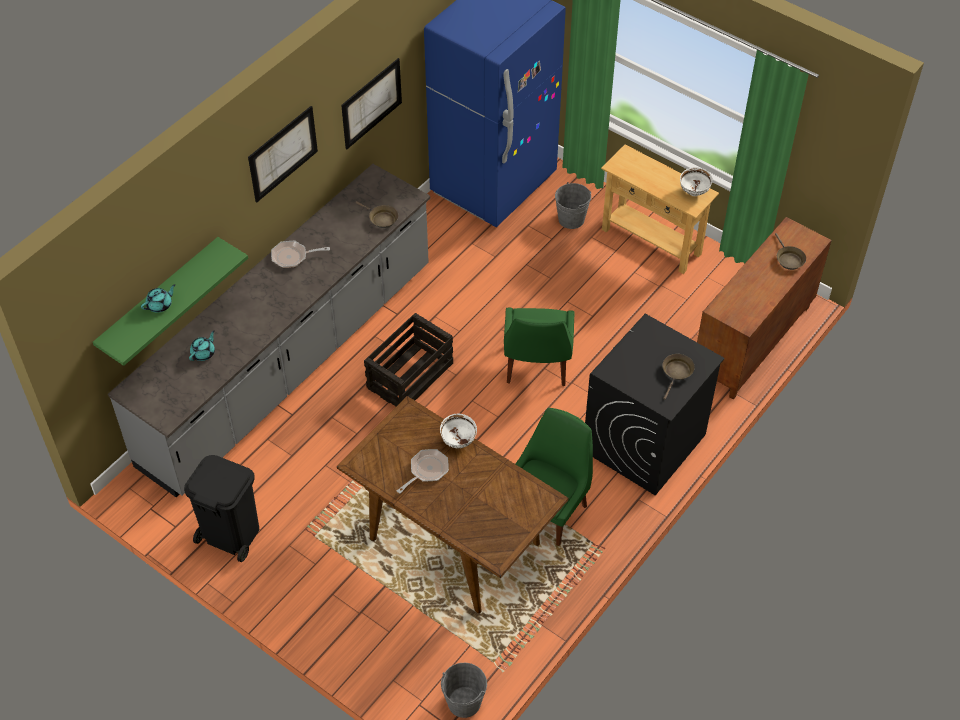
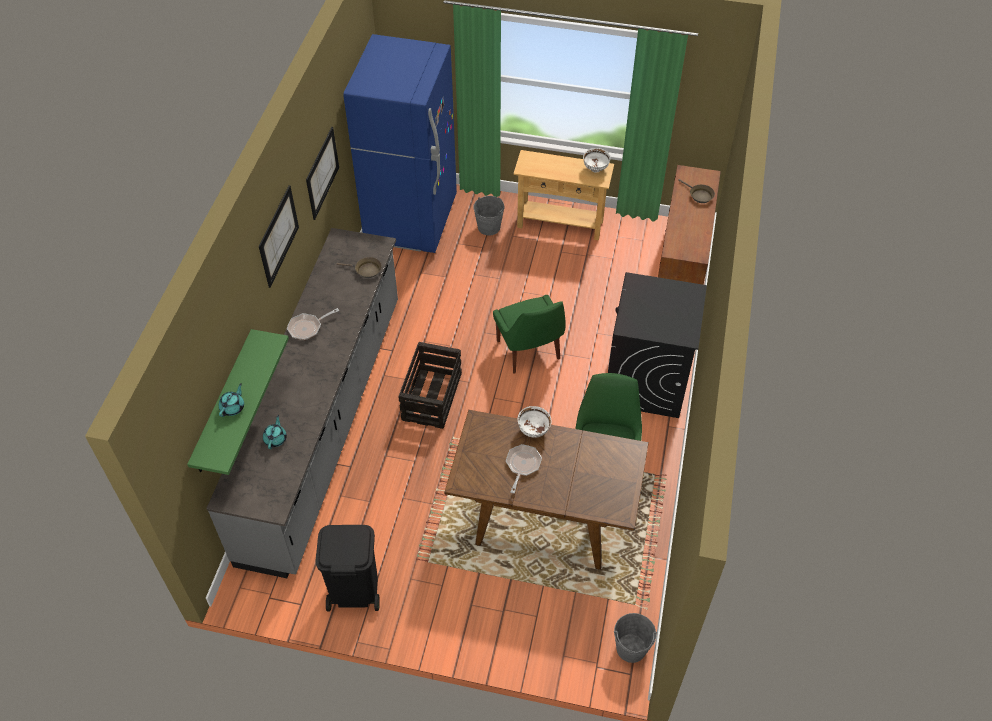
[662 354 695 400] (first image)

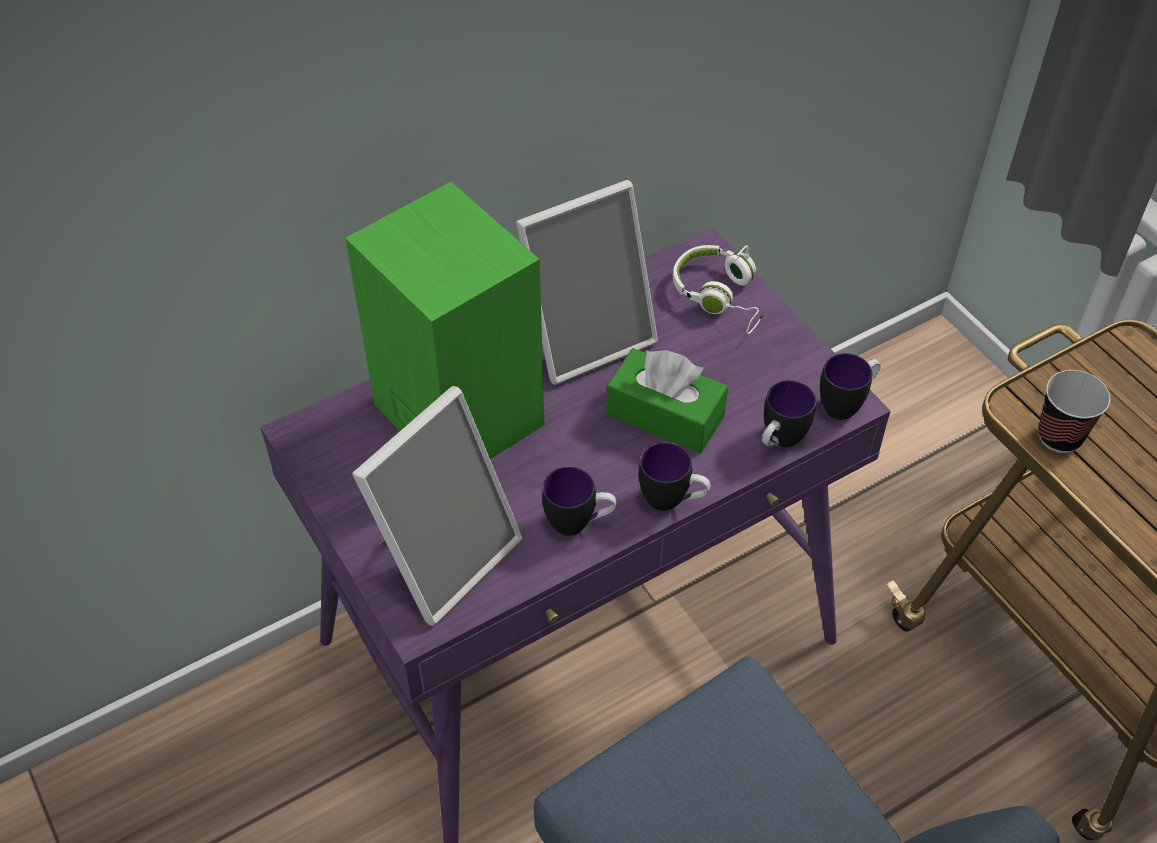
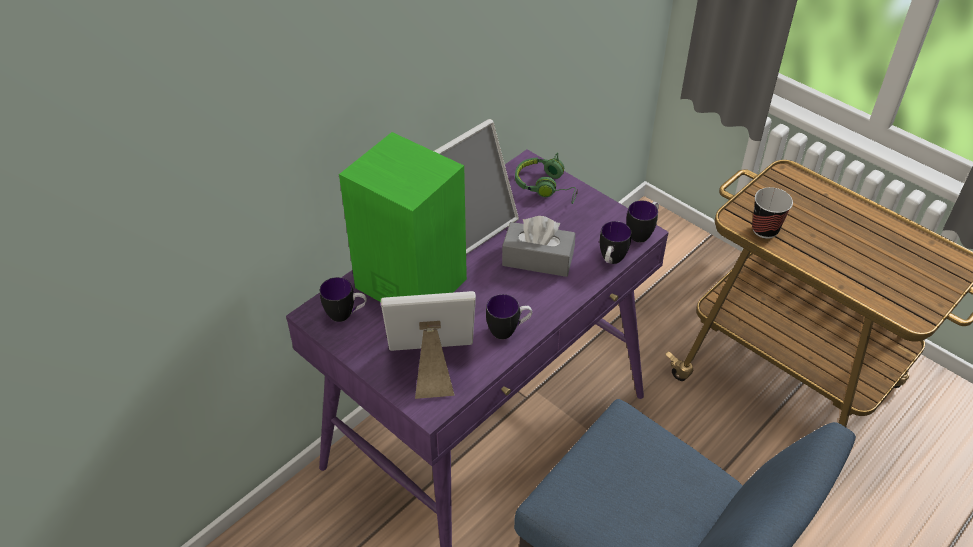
[320 277 367 322]
[502 216 575 277]
[515 152 578 204]
[381 291 476 399]

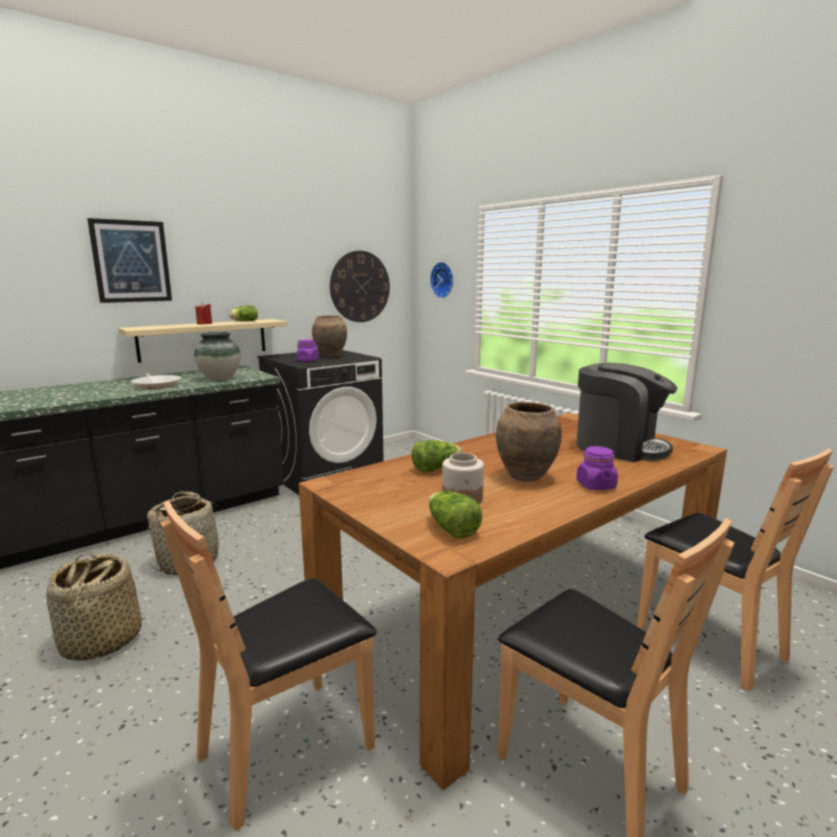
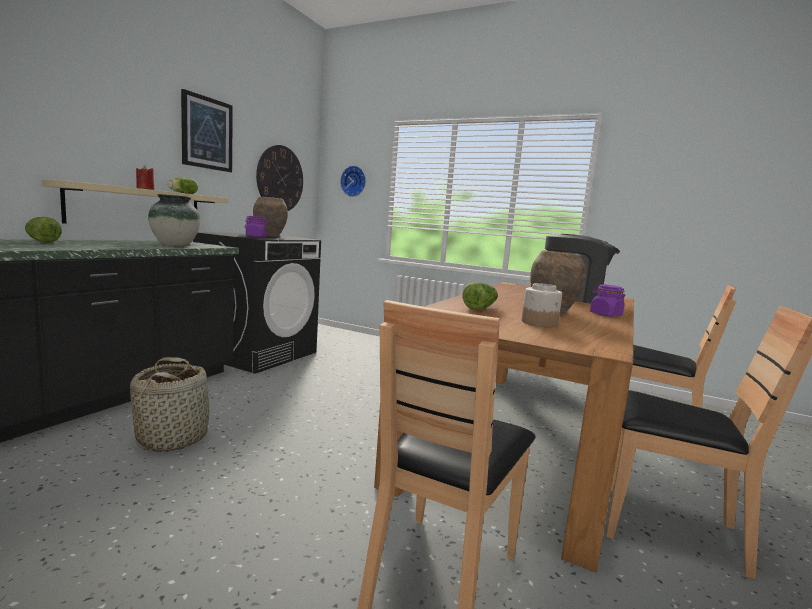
[46 552 142 661] (first image)
[131 373 181 389] (first image)
[181 89 233 172]
[25 217 62 243]

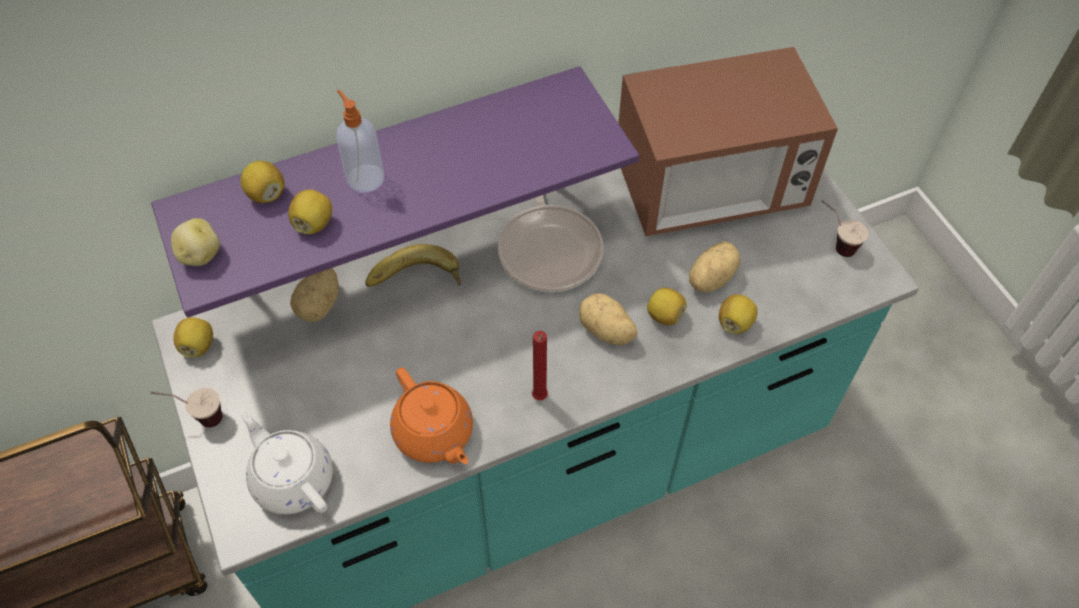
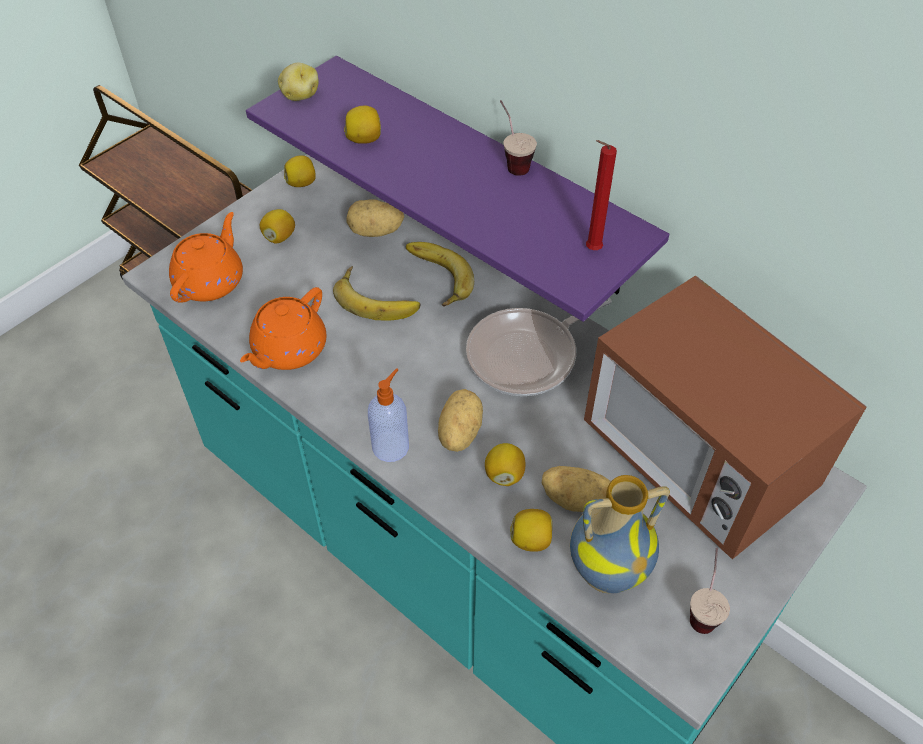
[333 266 421 320]
[570 475 670 594]
[500 100 537 176]
[260 209 295 243]
[368 368 409 462]
[586 140 617 250]
[169 212 243 303]

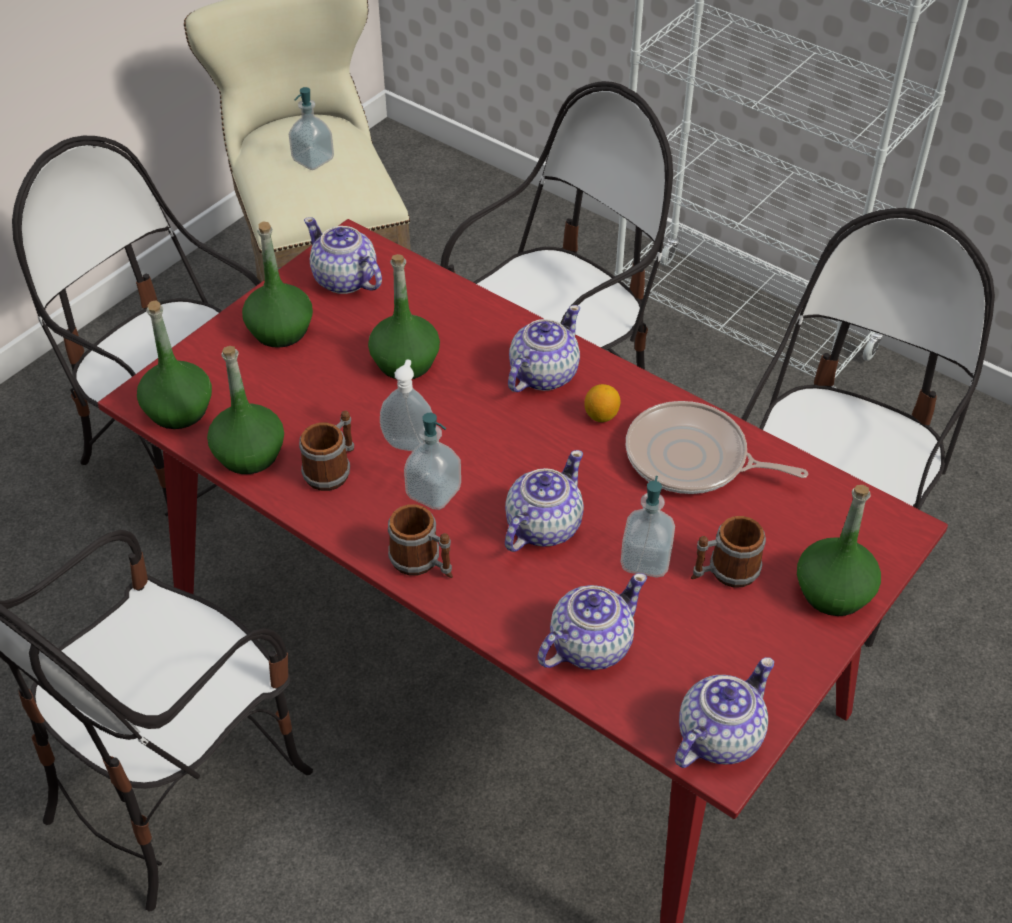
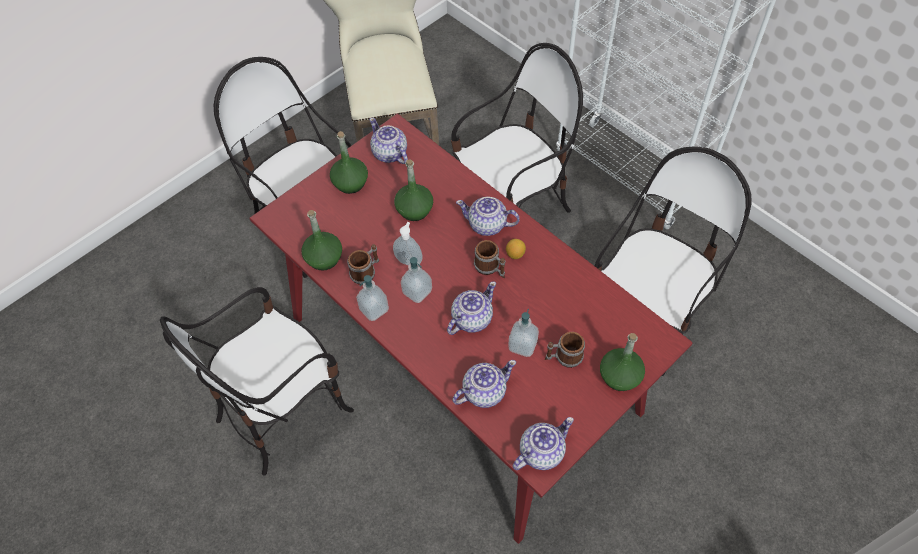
[137 301 212 429] (first image)
[626 401 808 494] (first image)
[356 275 389 321]
[474 240 505 278]
[456 197 520 236]

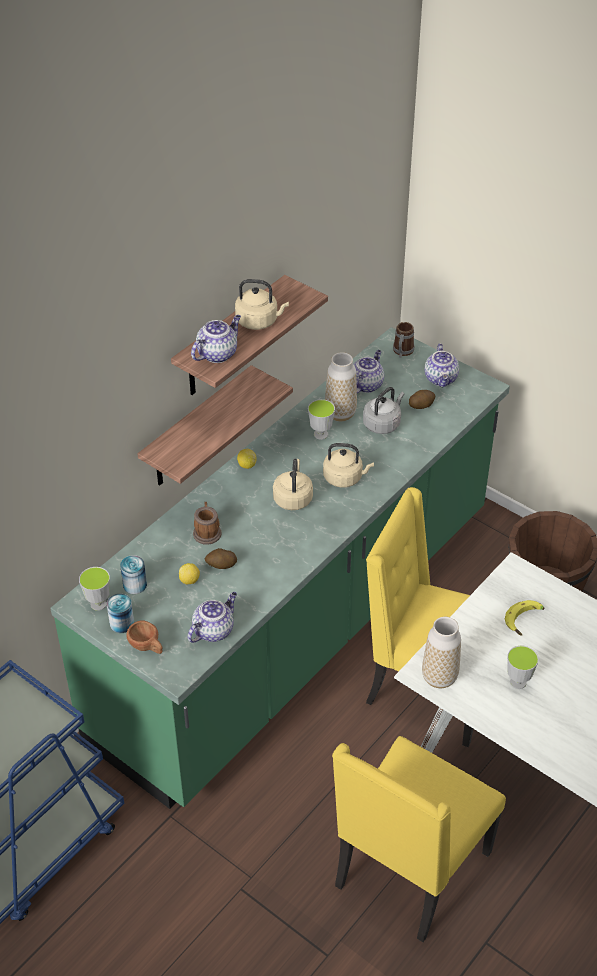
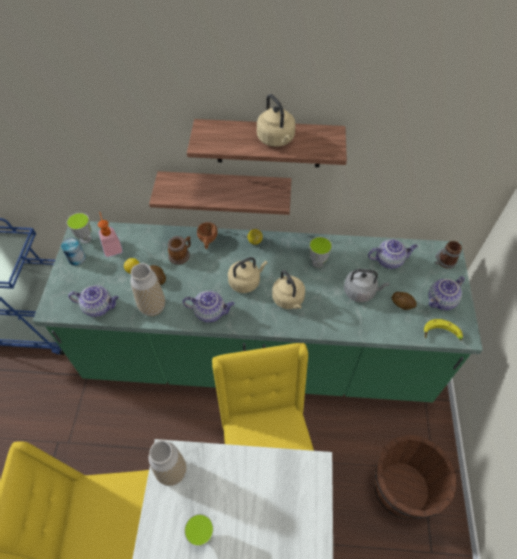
[197 222 218 249]
[183 291 235 322]
[130 263 165 316]
[424 319 463 340]
[98 212 123 257]

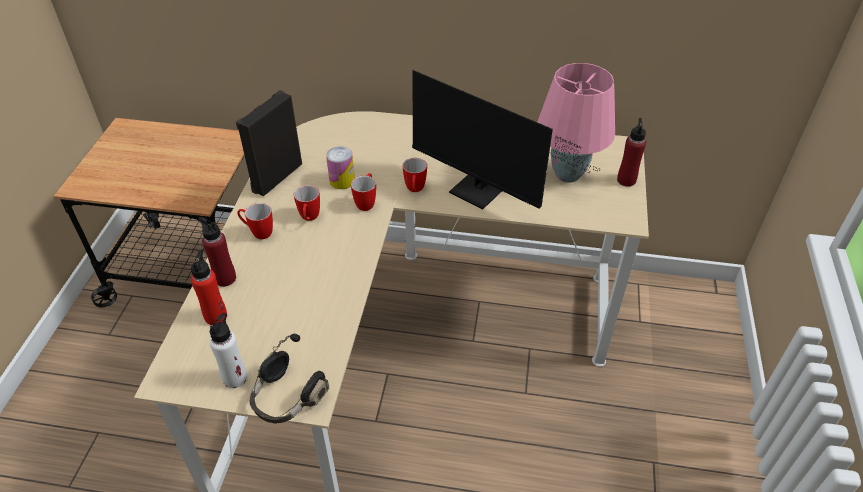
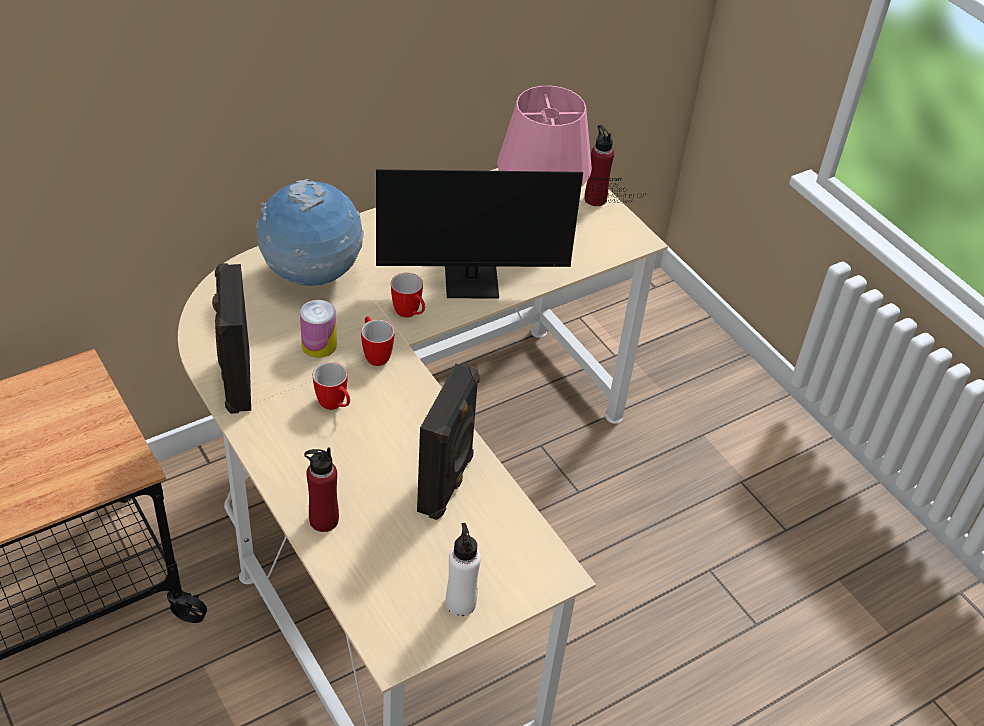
[191 251 227 325] (first image)
[237 203 273 239] (first image)
[250 334 329 424] (first image)
[256 179 364 286]
[417 364 480 520]

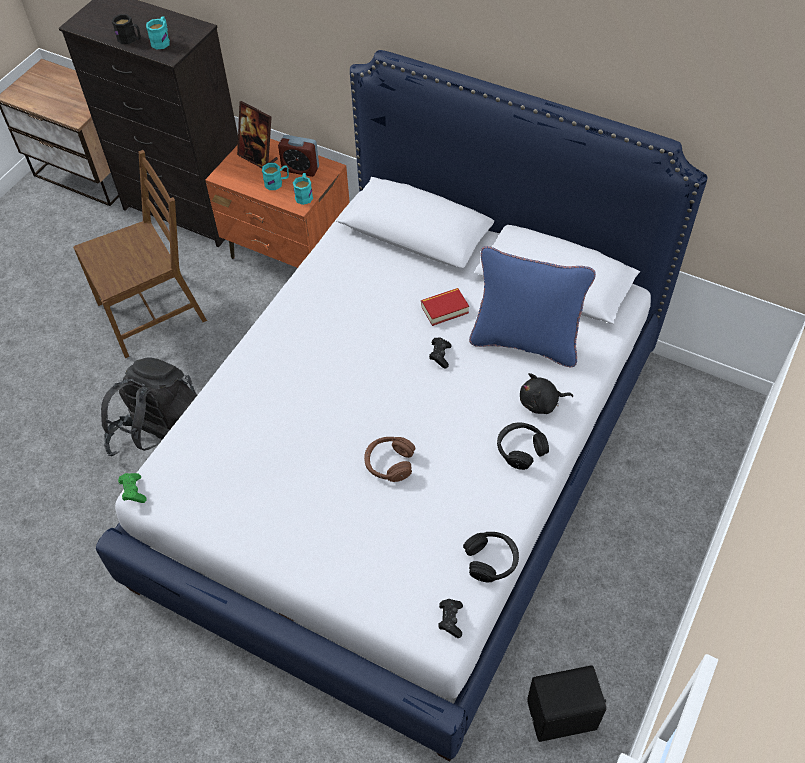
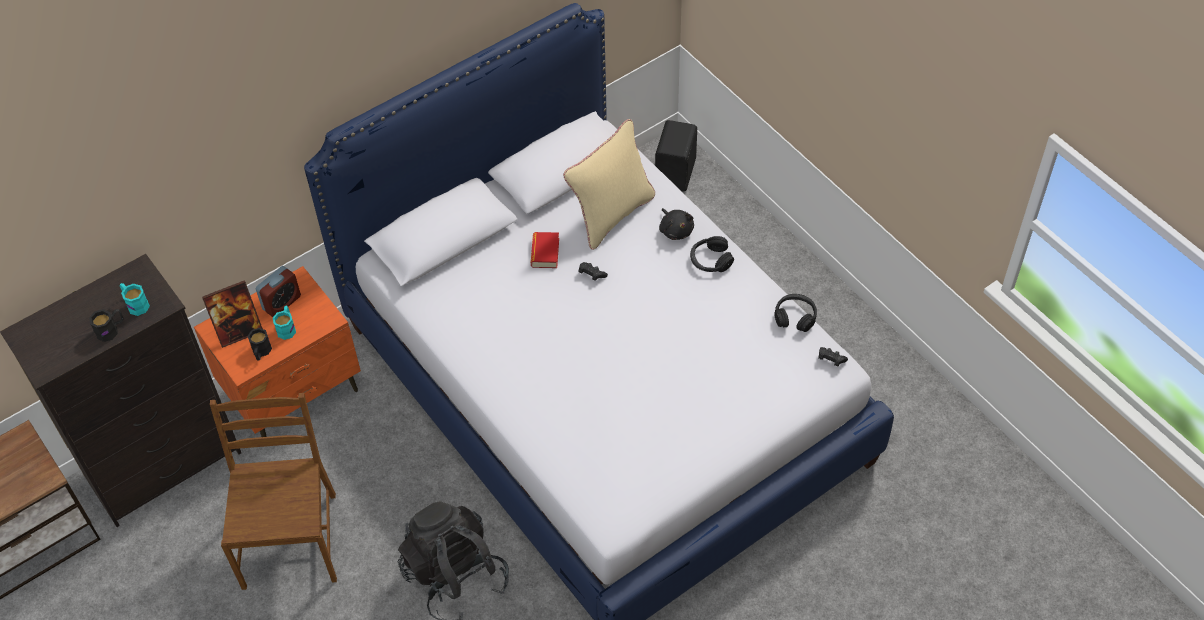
[118 473 147 503] (first image)
[293 173 313 205] (first image)
[364 437 415 482] (first image)
[248 328 272 361]
[655 120 697 192]
[563 119 655 250]
[659 208 694 240]

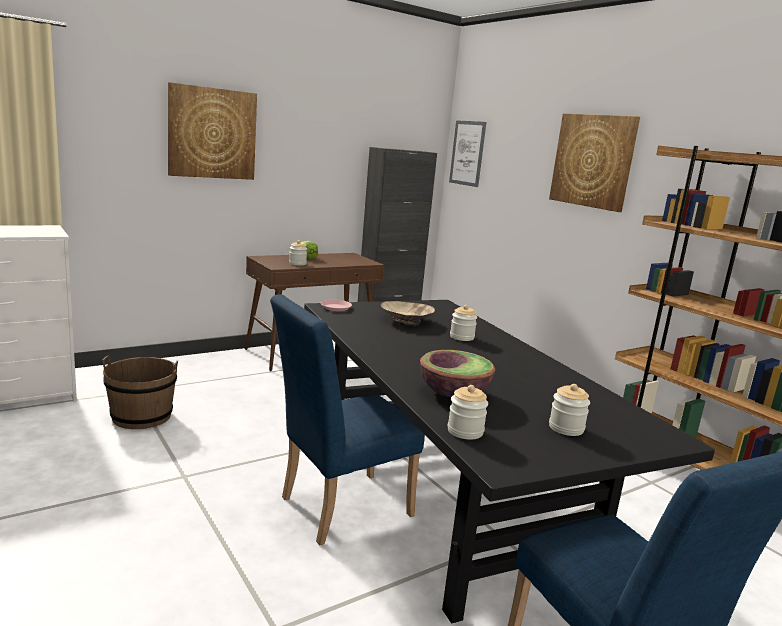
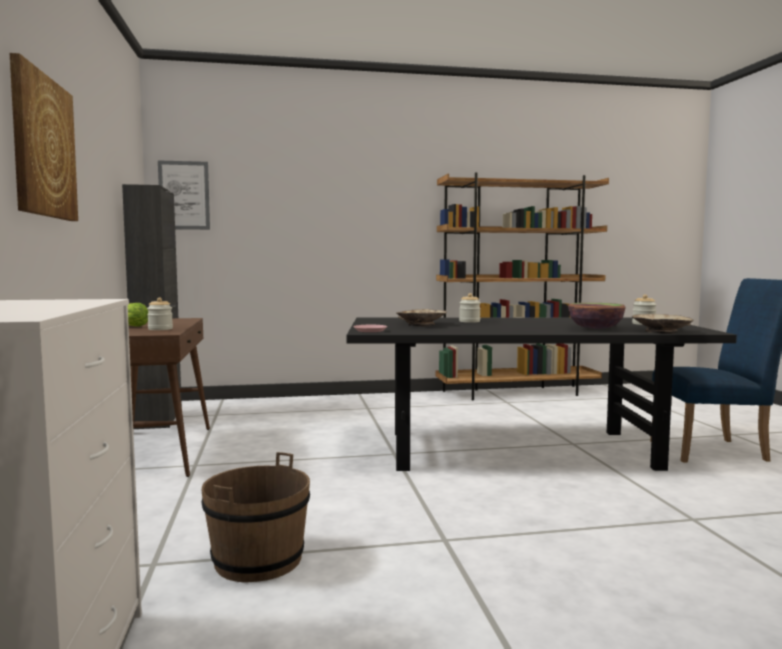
[270 294 425 546] (first image)
[549 113 640 212] (first image)
[632 314 694 334]

